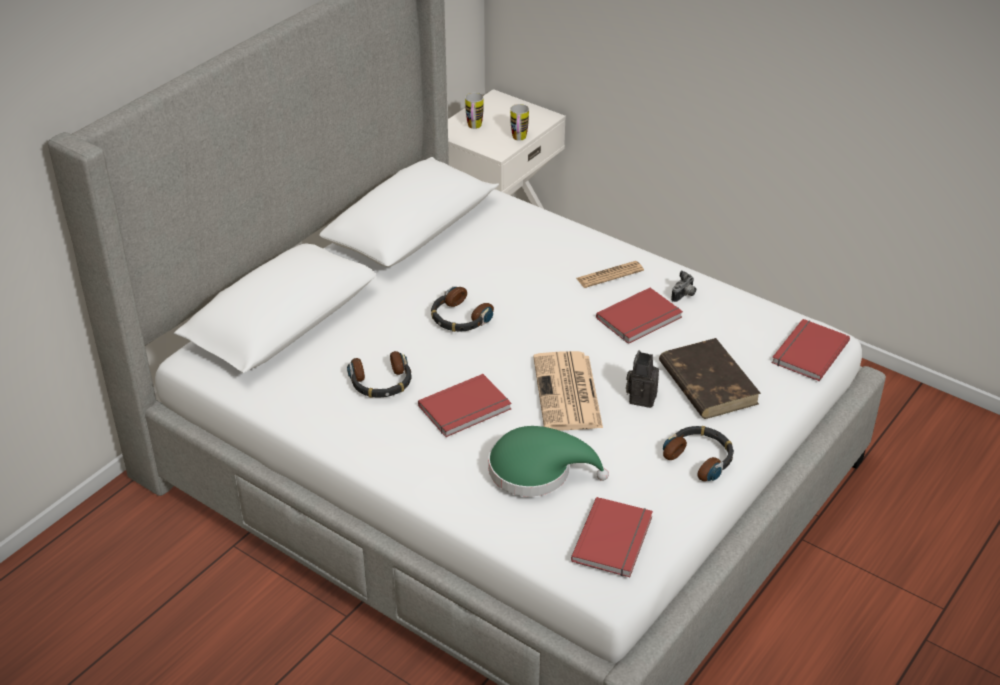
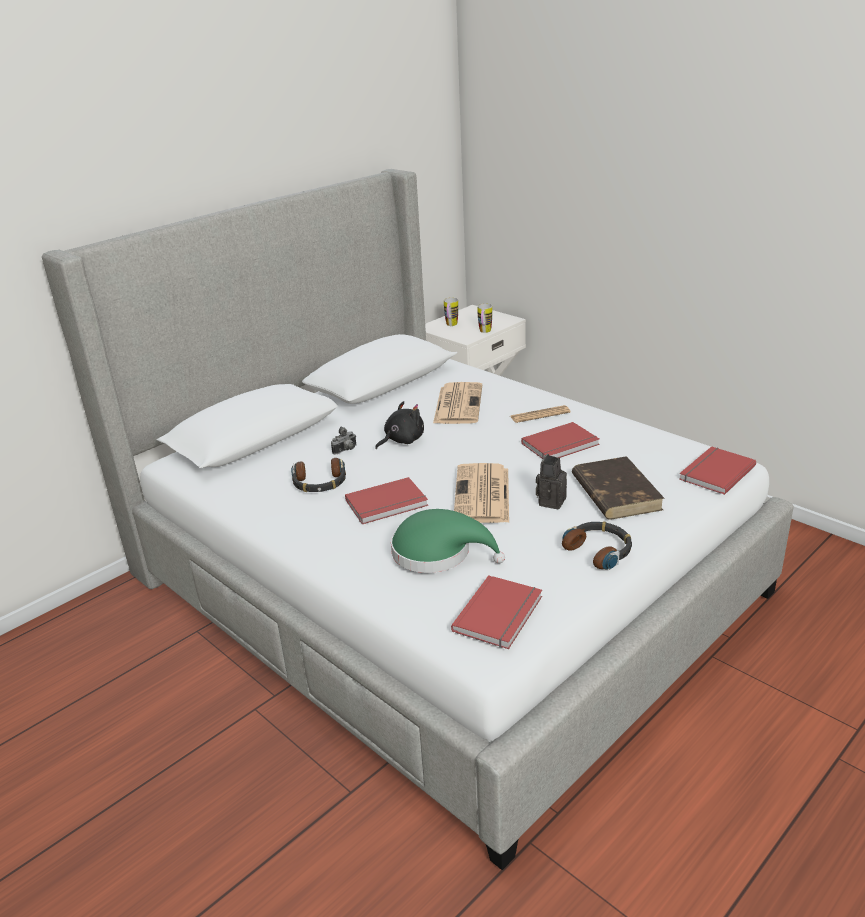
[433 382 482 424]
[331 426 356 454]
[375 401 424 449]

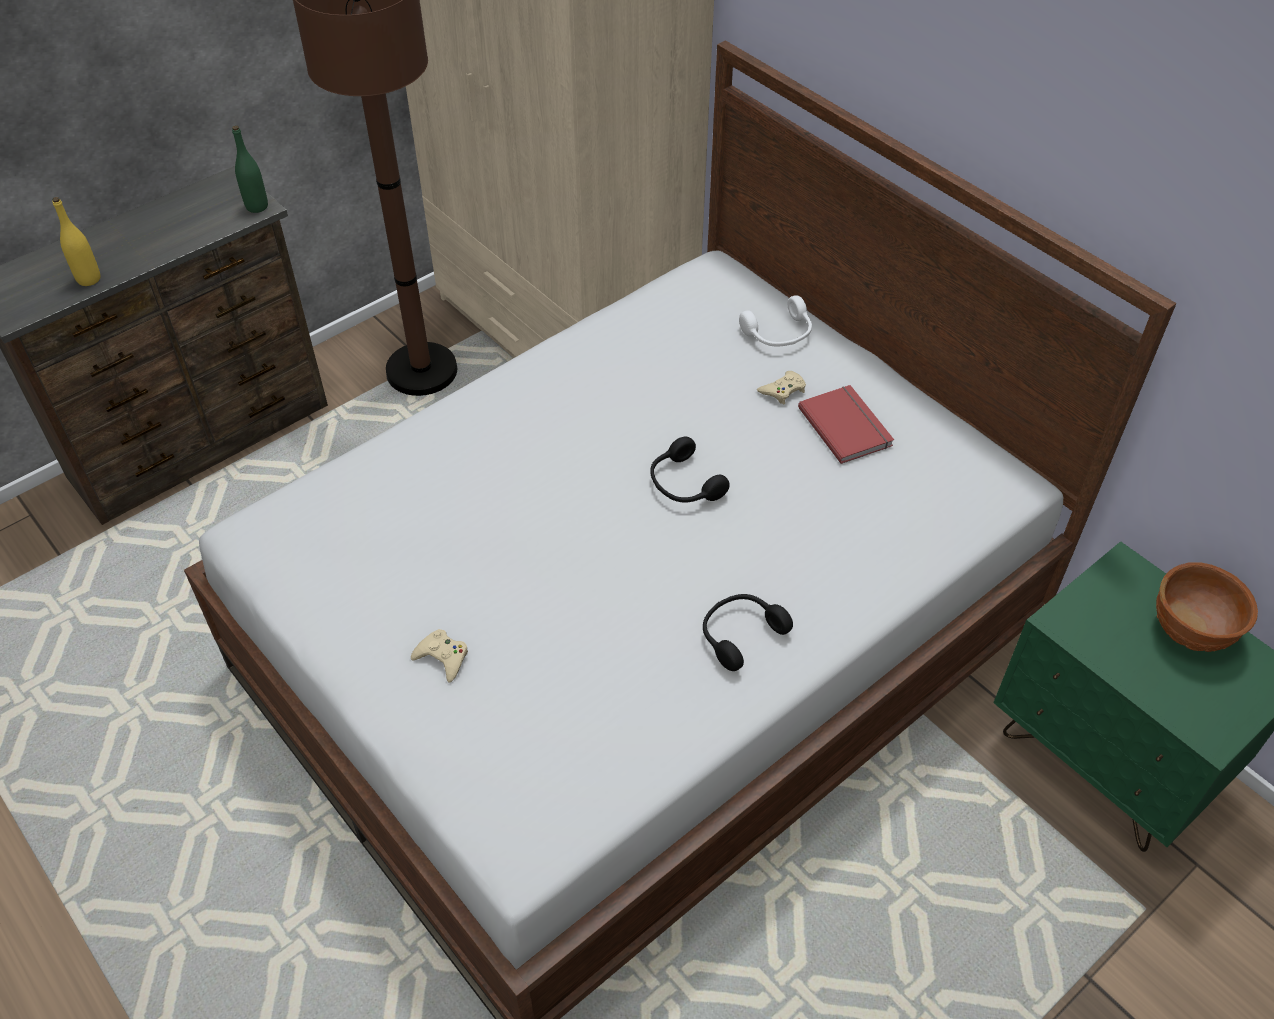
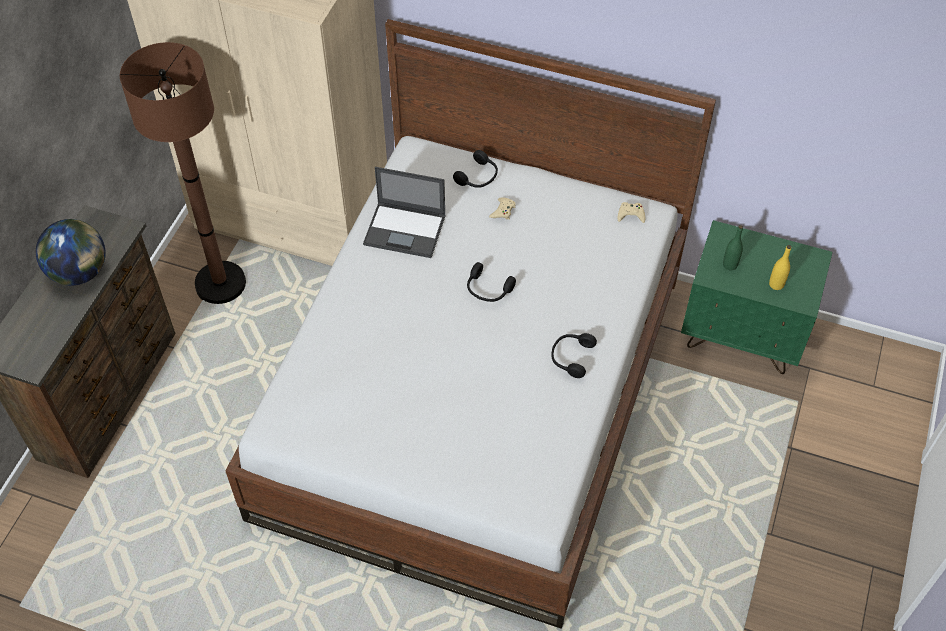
[798 385 894 464] (first image)
[1156 562 1258 652] (first image)
[36 219 106 286]
[363 167 446 258]
[769 245 791 290]
[723 225 743 270]
[617 202 646 223]
[453 150 498 188]

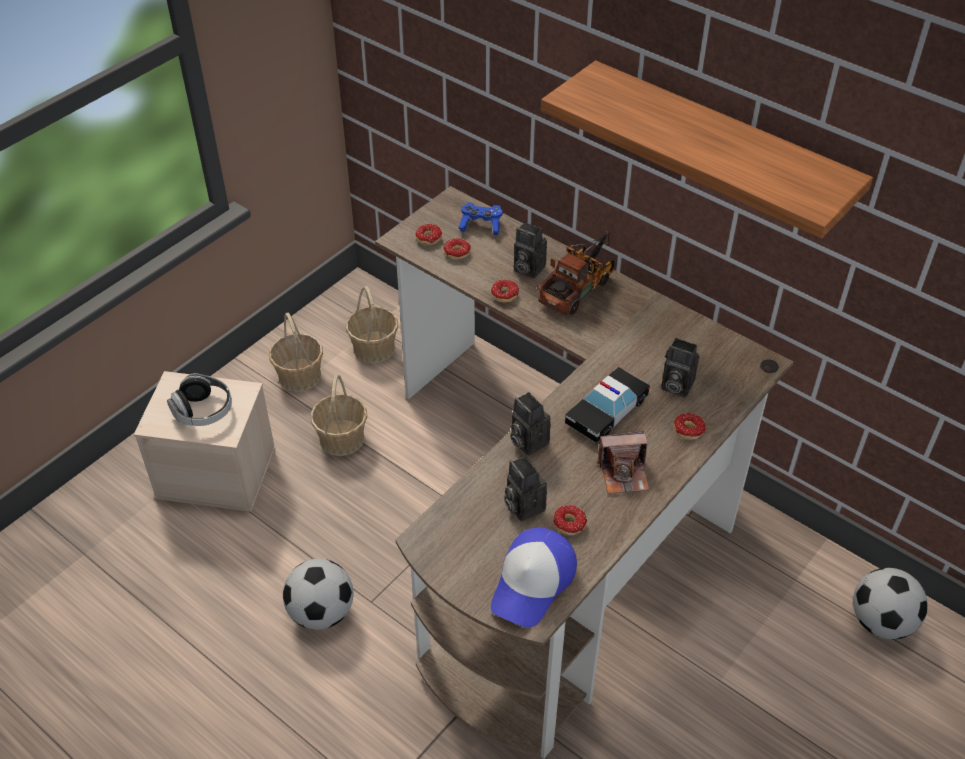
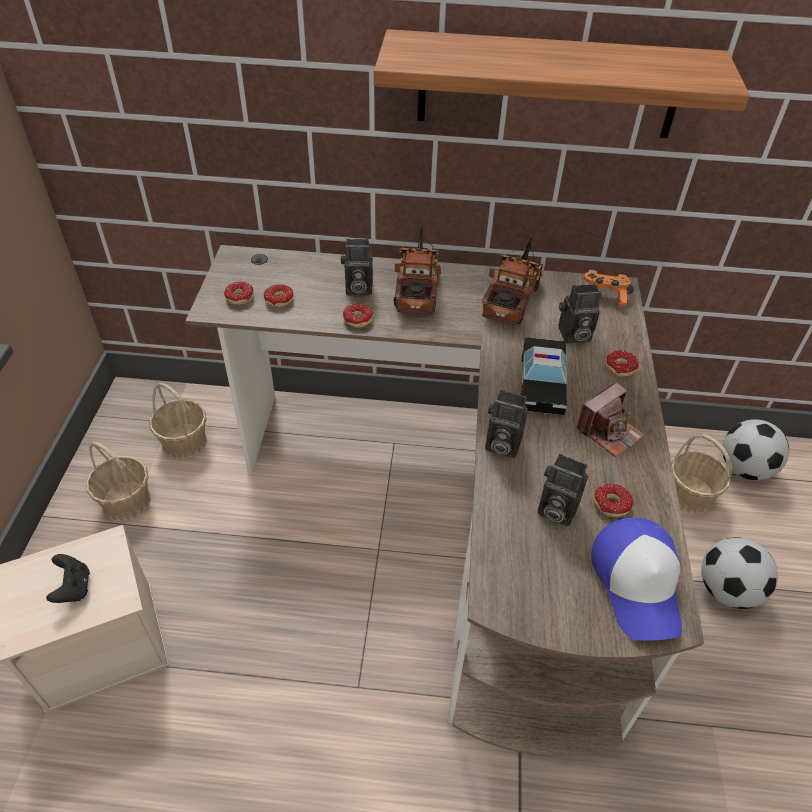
[459 202 503 235] (first image)
[482 233 543 325]
[584 270 631 307]
[701 537 778 609]
[672 434 733 514]
[46 554 90 603]

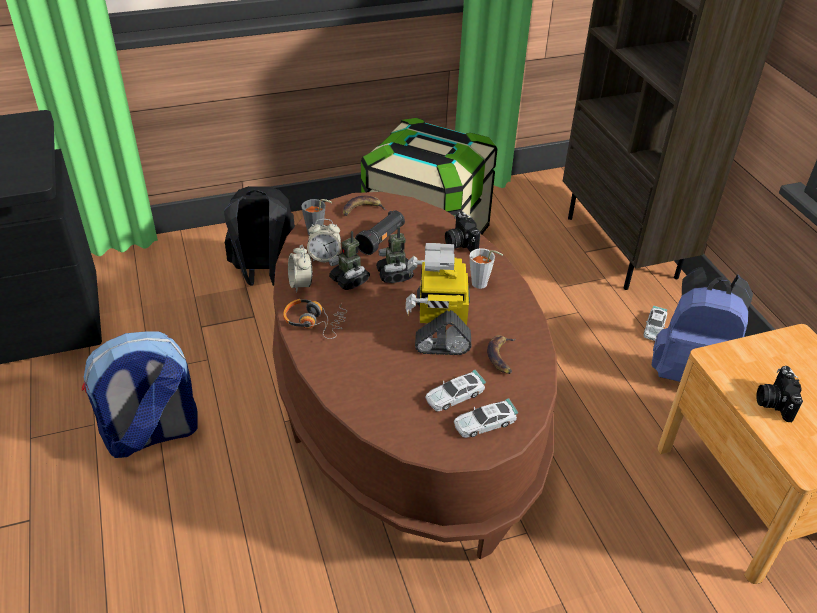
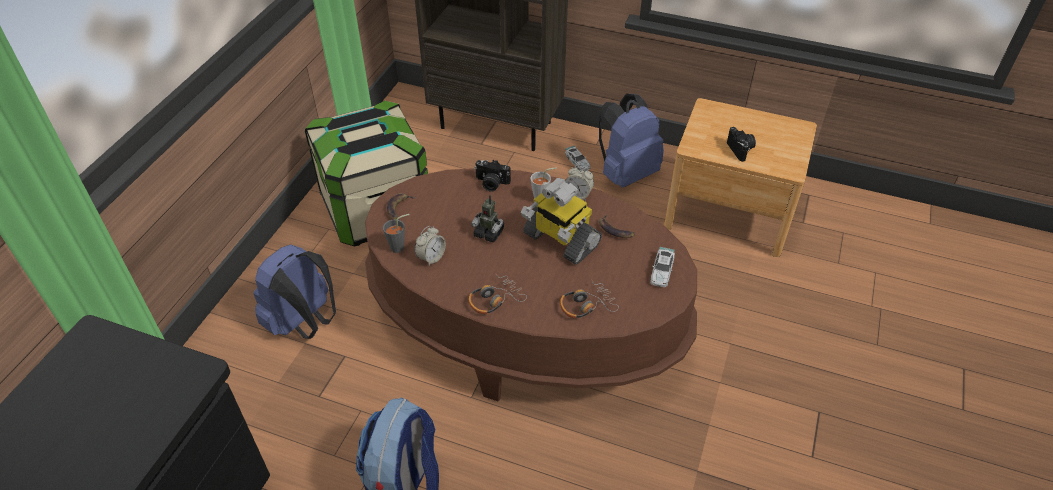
[329 231 370 290] (first image)
[355 210 405 255] (first image)
[425 370 486 412] (first image)
[560 280 619 319]
[565 165 594 201]
[253 244 336 339]
[727 127 756 162]

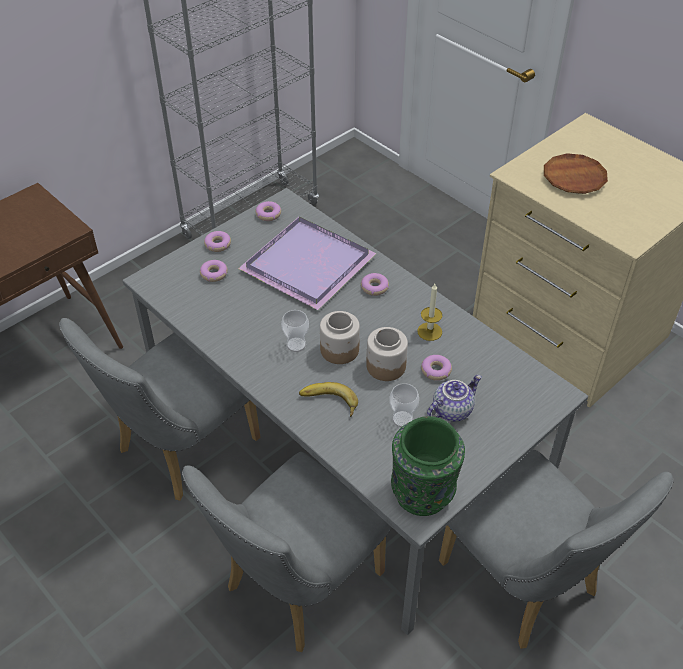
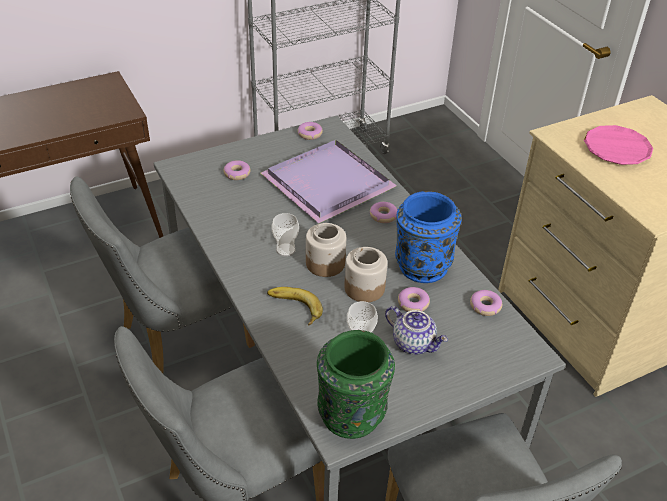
[470 290 502 316]
[395 191 462 283]
[584 125 653 165]
[385 306 448 354]

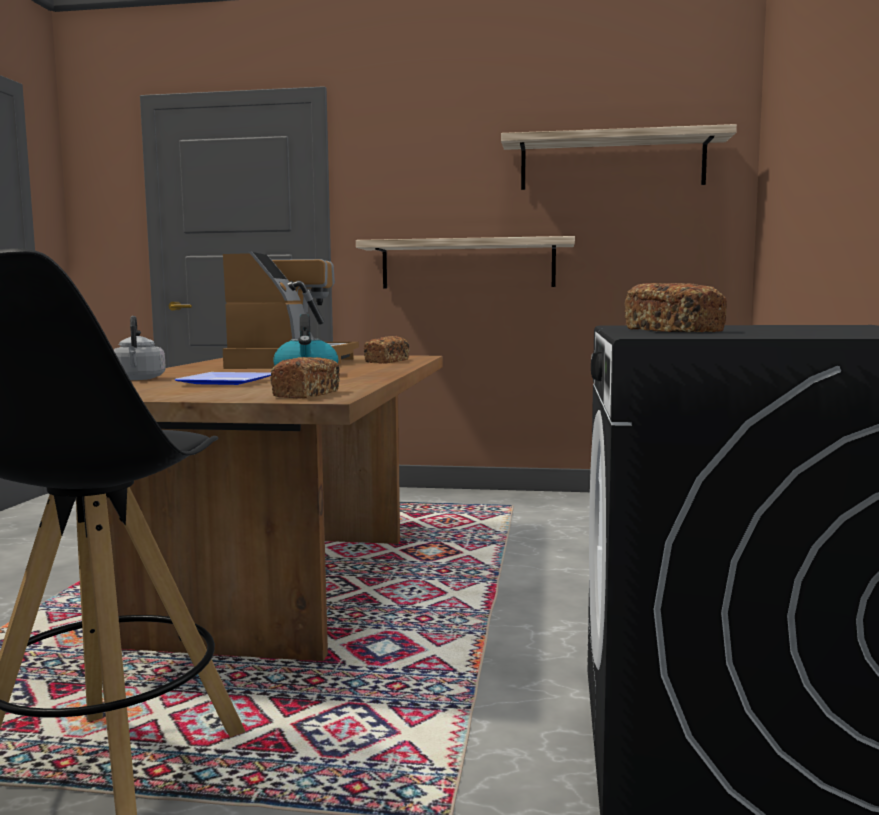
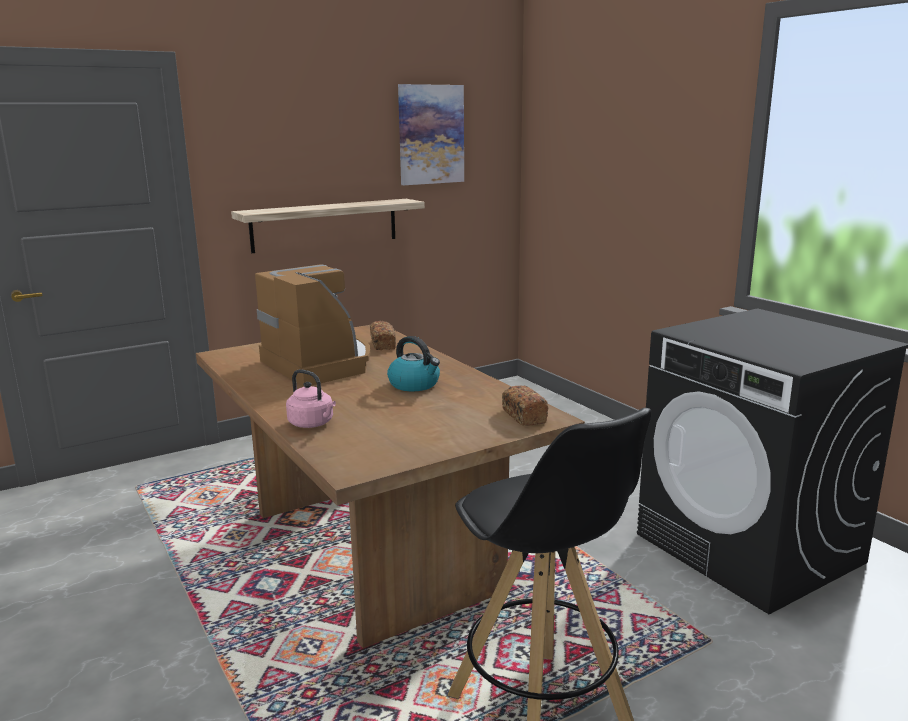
[174 372 271 385] (first image)
[625 283 727 332] (first image)
[398 84 464 185]
[286 369 336 428]

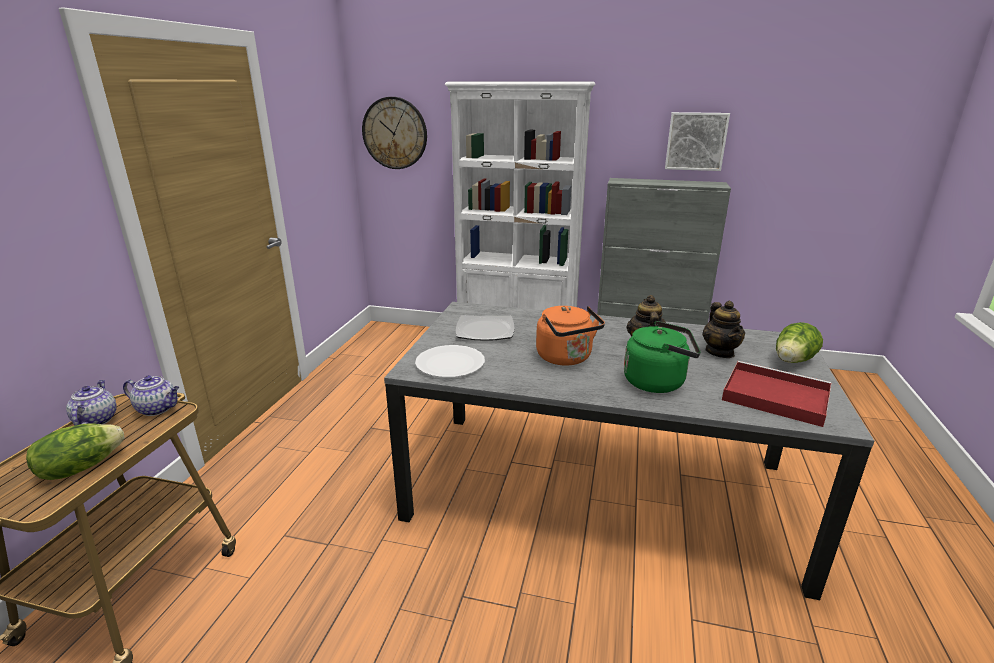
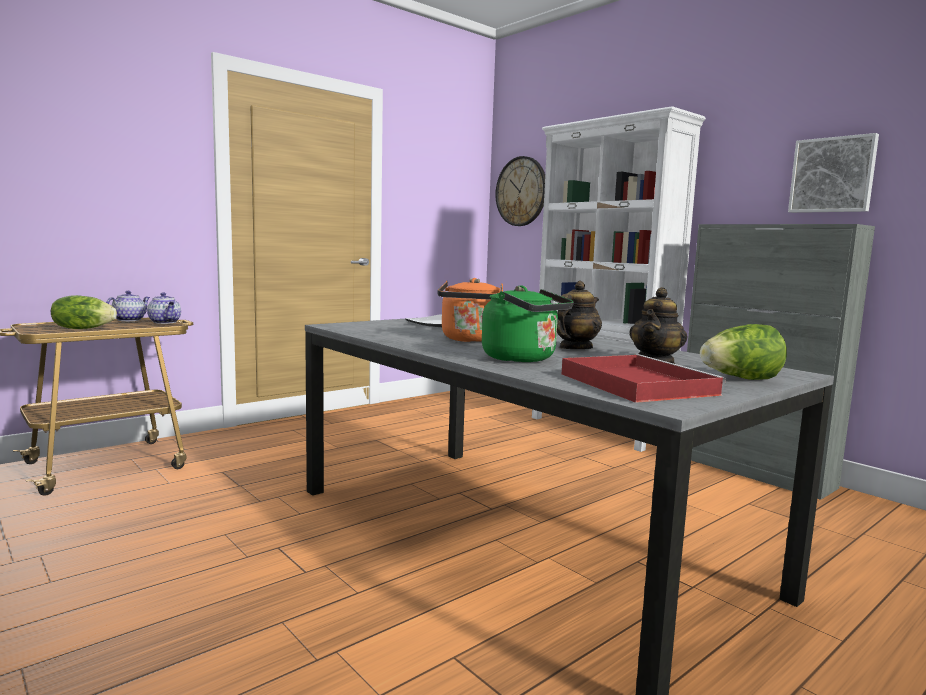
[415 345 485 378] (first image)

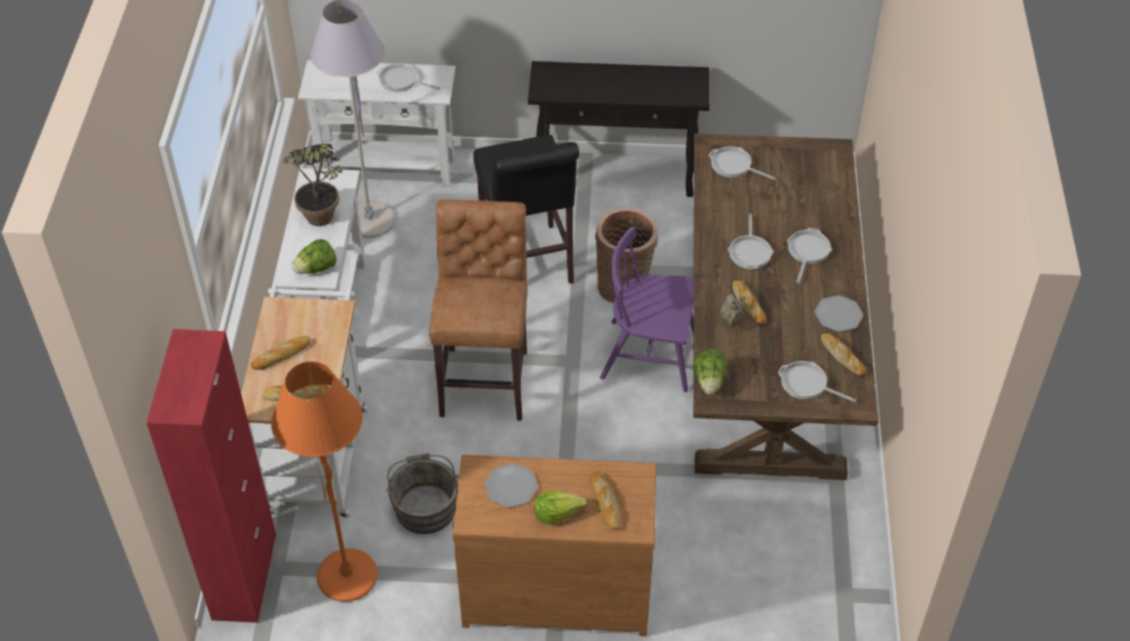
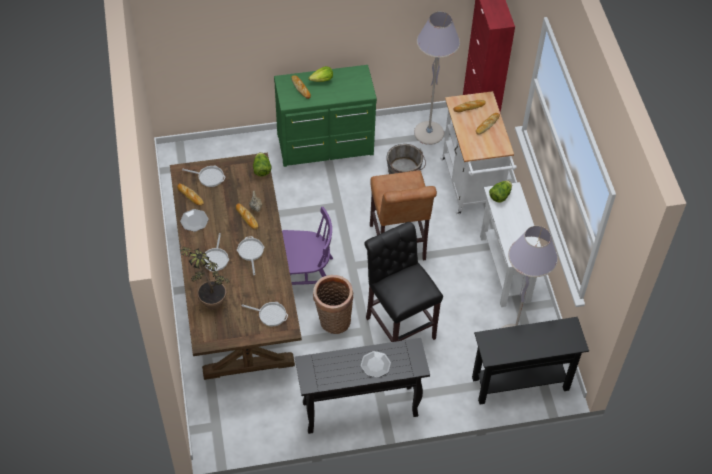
[377 63 441 92] (first image)
[180 243 230 310]
[360 351 391 378]
[414 11 460 145]
[472 317 589 405]
[274 65 377 167]

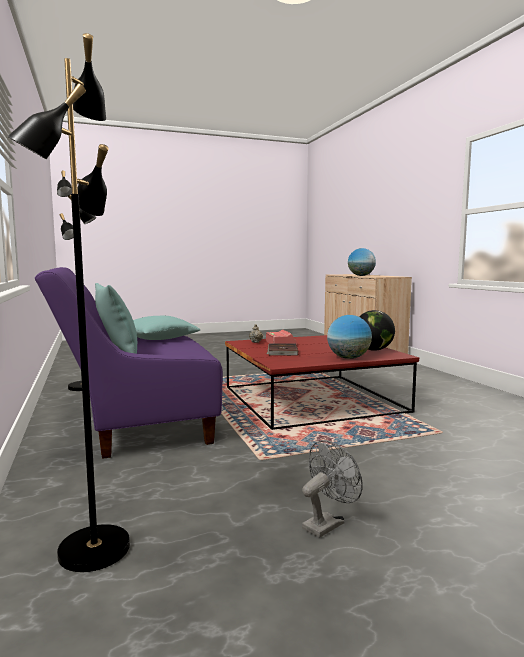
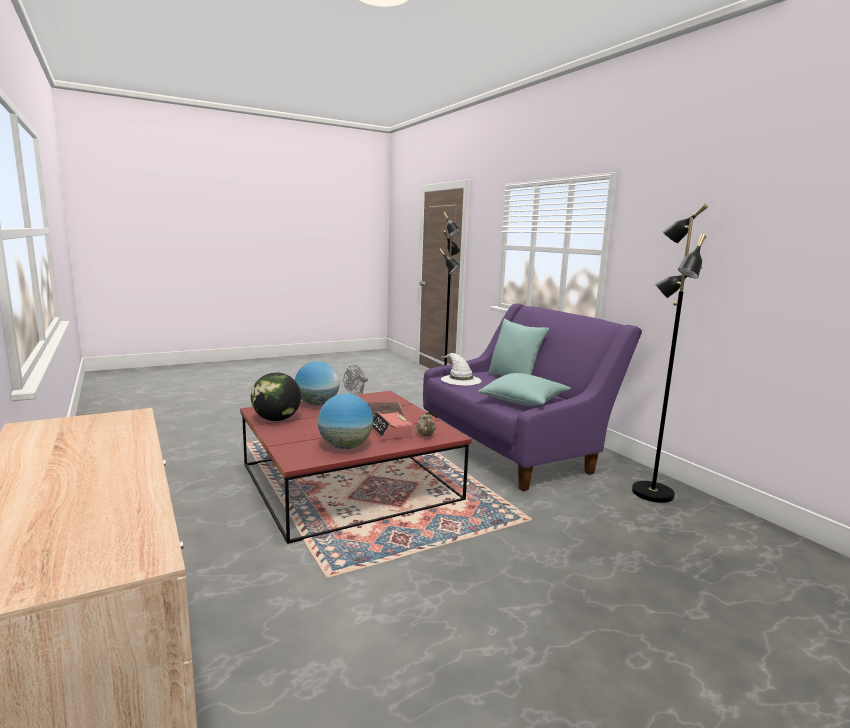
[441 353 482 386]
[318 394 373 449]

